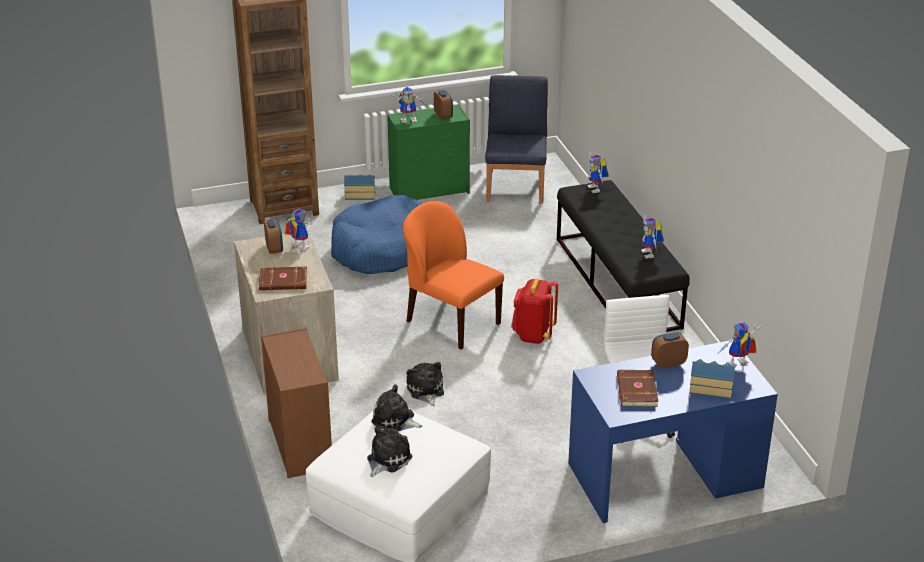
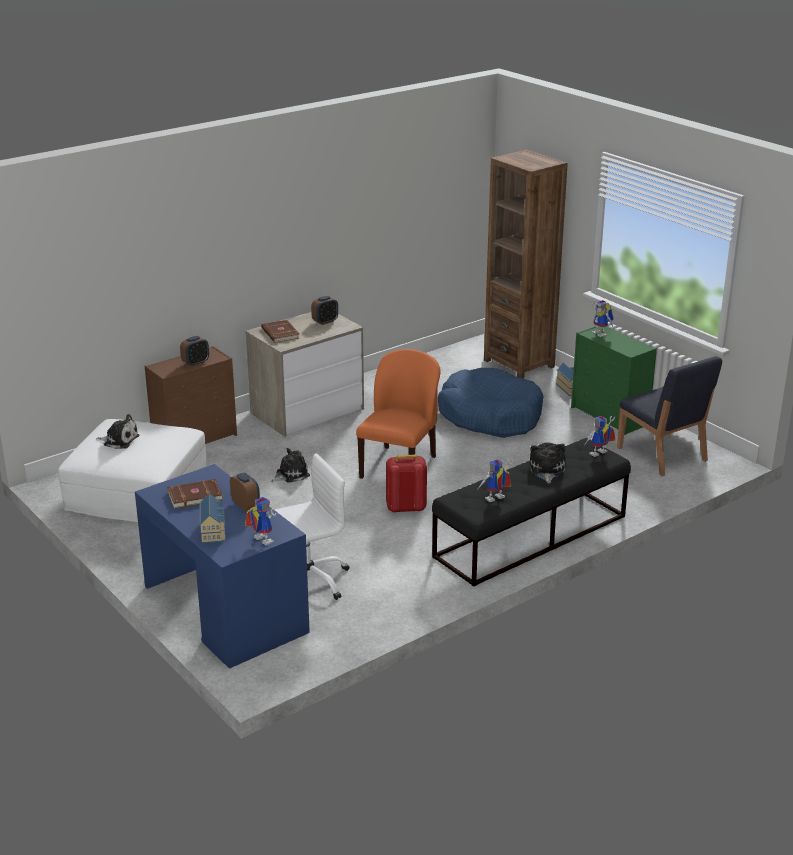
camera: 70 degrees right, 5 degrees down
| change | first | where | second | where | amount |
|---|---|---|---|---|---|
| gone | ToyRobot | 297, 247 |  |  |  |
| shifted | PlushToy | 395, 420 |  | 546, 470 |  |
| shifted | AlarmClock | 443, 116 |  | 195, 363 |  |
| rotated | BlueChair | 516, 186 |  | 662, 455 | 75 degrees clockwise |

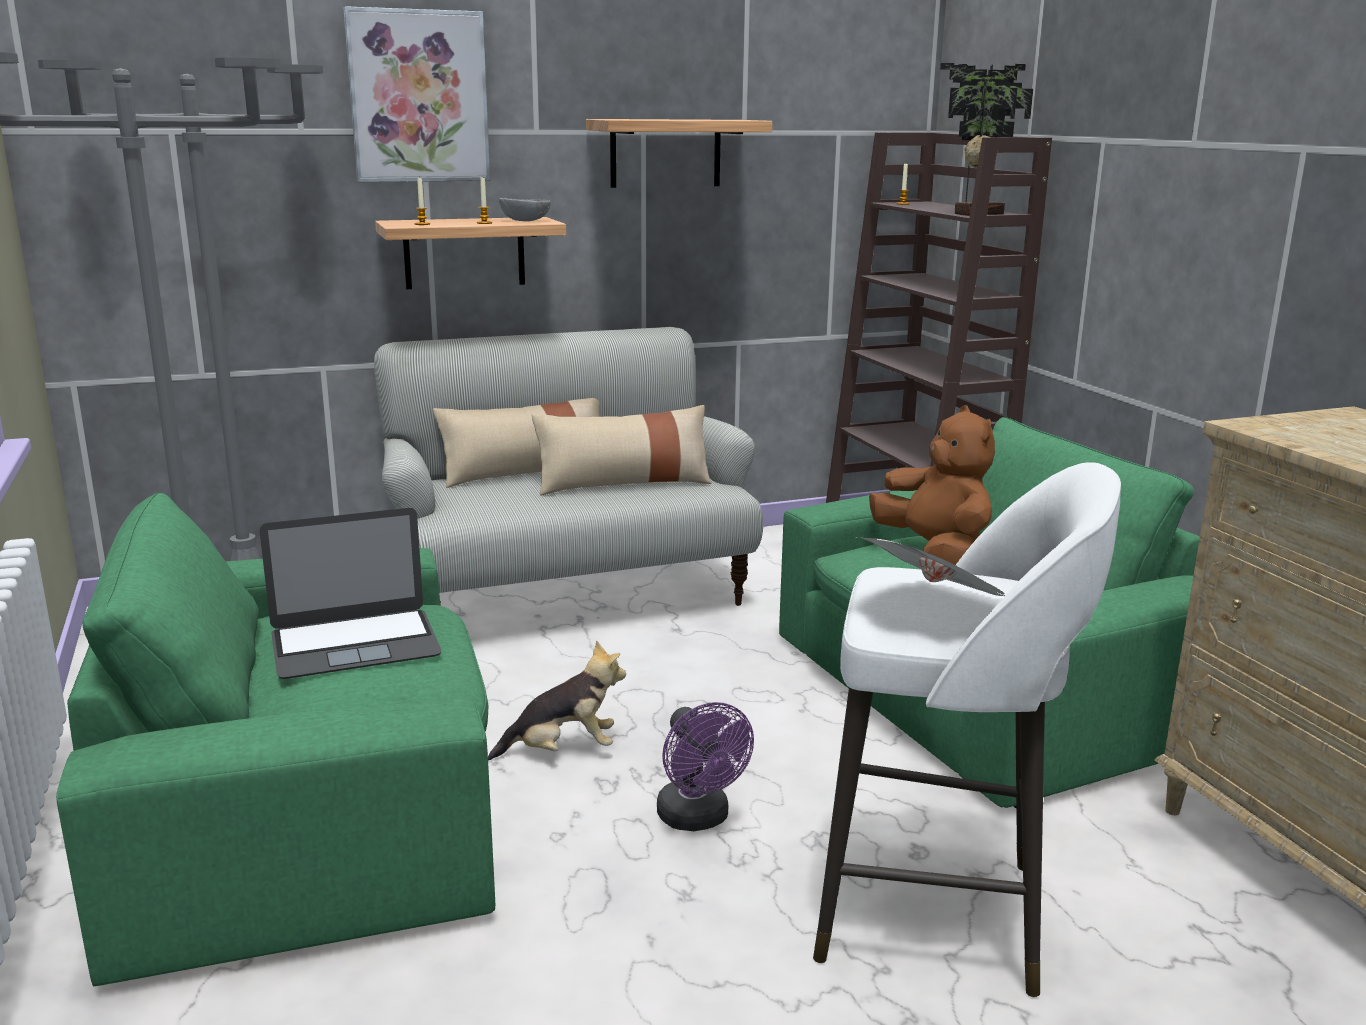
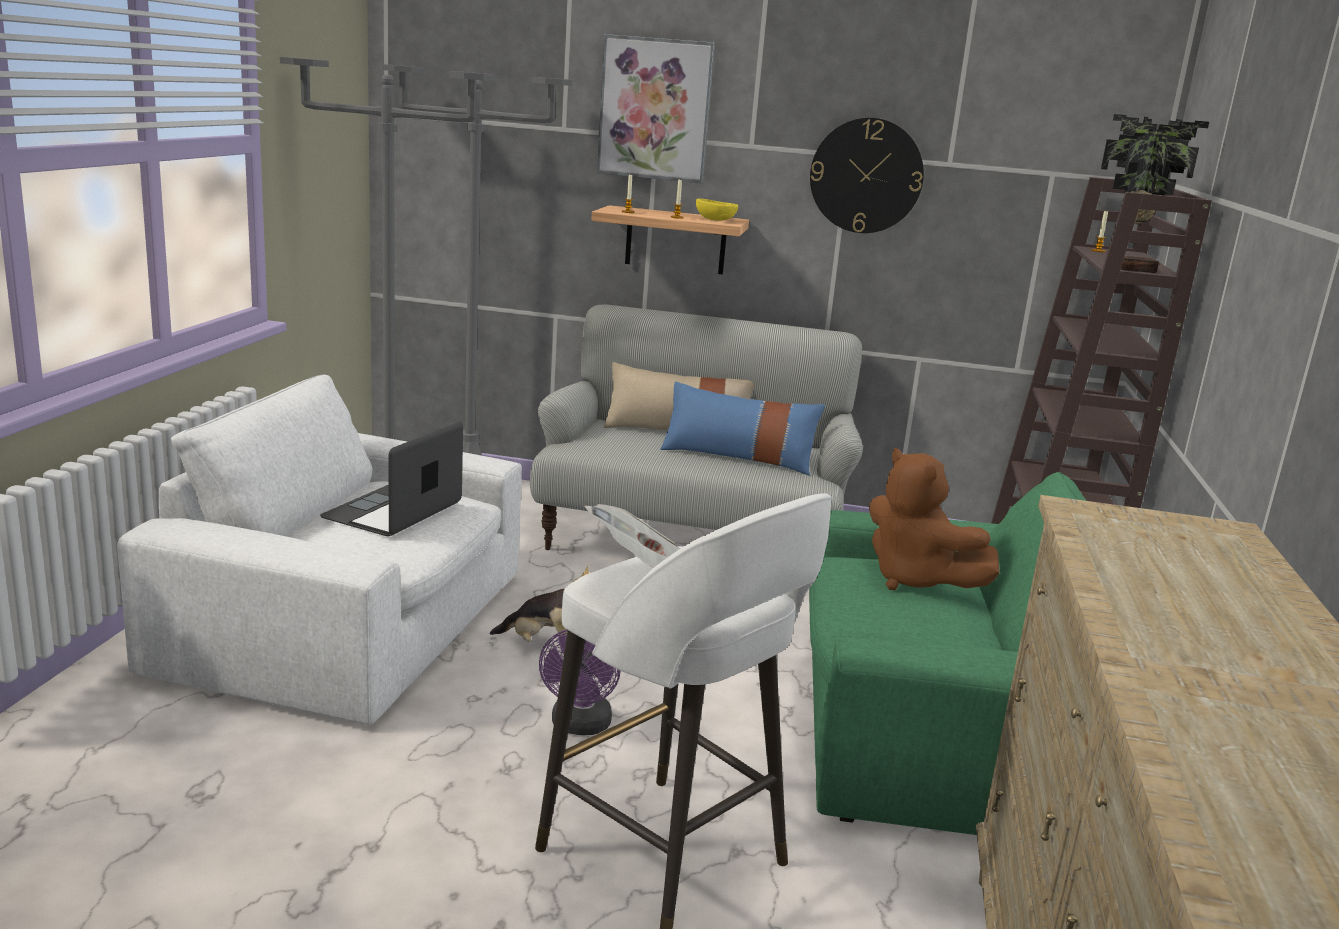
camera: 30 degrees right, 0 degrees up
| change | first | where | second | where | amount |
|---|---|---|---|---|---|
| swapped | Shelf | 665, 153 | WallClock | 866, 176 |  |
| repainted | GreenArmchair | 309, 808 | WhiteArmchair | 351, 623 |  |
| repainted | GreyBowl | 525, 221 | YellowBowl | 715, 220 |  |
| repainted | BeigePillow | 623, 483 | BluePillow | 738, 457 |  |
| rotated | Laptop | 355, 643 |  | 393, 511 | 105 degrees clockwise |
| rotated | BrownPlushToy | 934, 554 |  | 916, 580 | 135 degrees clockwise |

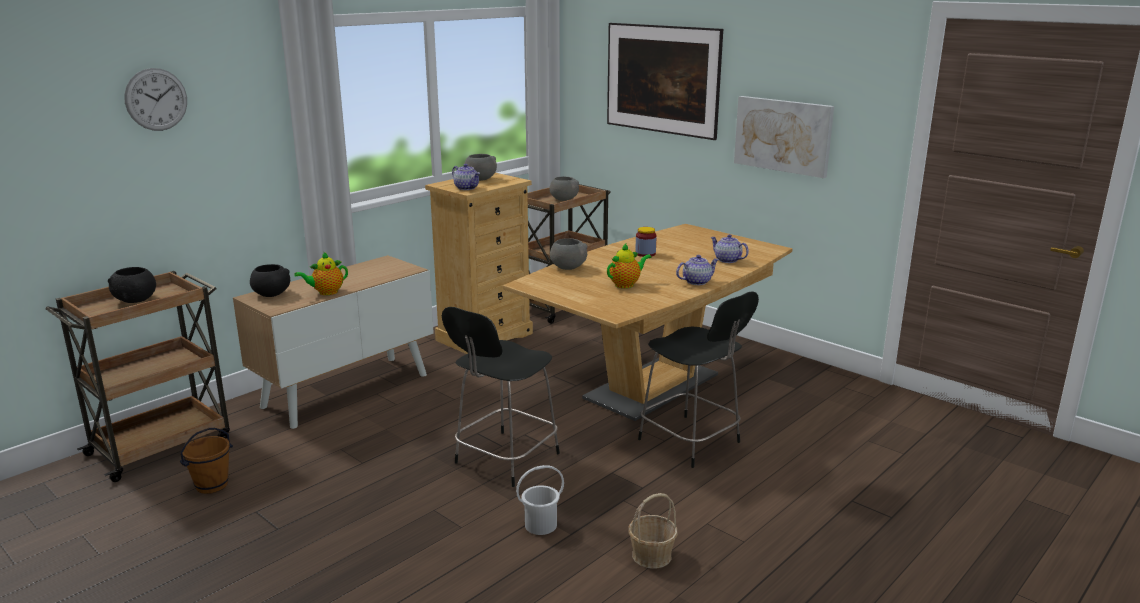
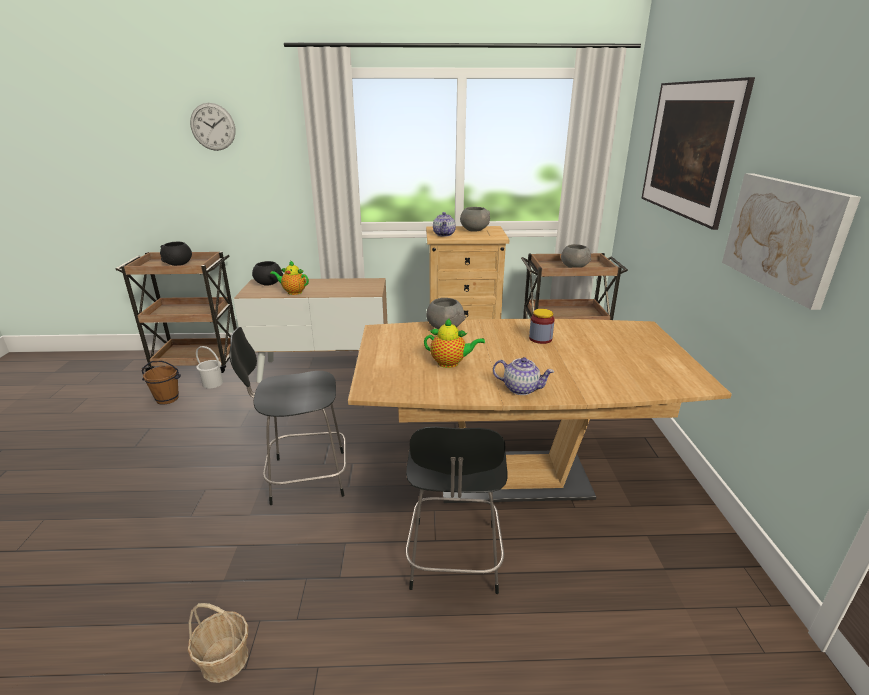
camera: 45 degrees right, 5 degrees up
| change | first | where | second | where | amount |
|---|---|---|---|---|---|
| gone | Teapot | 727, 260 |  |  |  |
| shifted | WhiteBucket | 540, 525 |  | 213, 383 |  |

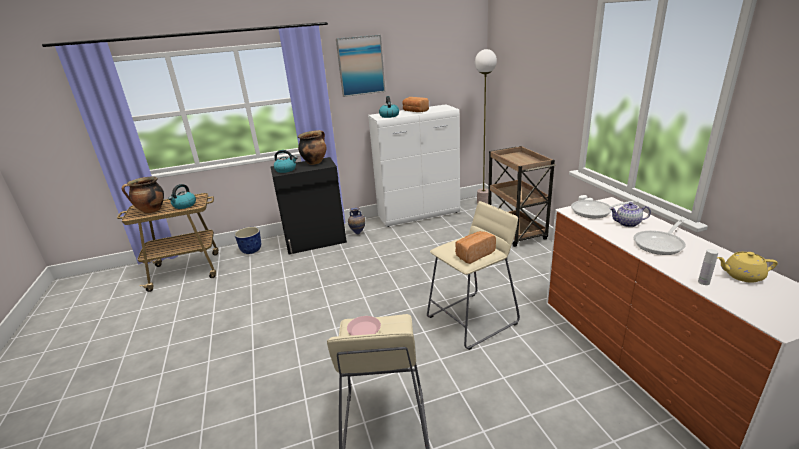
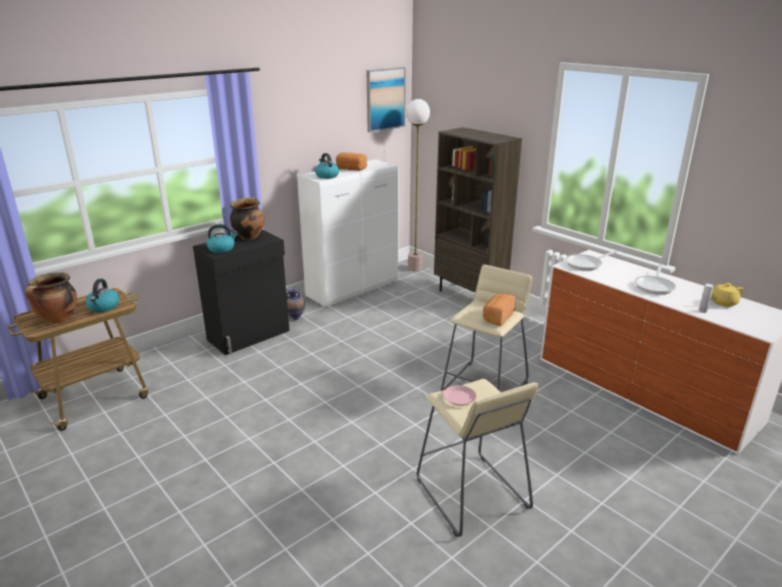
camera: 25 degrees left, 0 degrees up
| change | first | where | second | where | amount |
|---|---|---|---|---|---|
| gone | Planter | 252, 250 |  |  |  |
| gone | Teapot | 627, 224 |  |  |  |
| shifted | Picture | 361, 66 |  | 385, 99 |  |
| swapped | BrownCart | 516, 232 | BrownBookcase | 470, 296 |  |

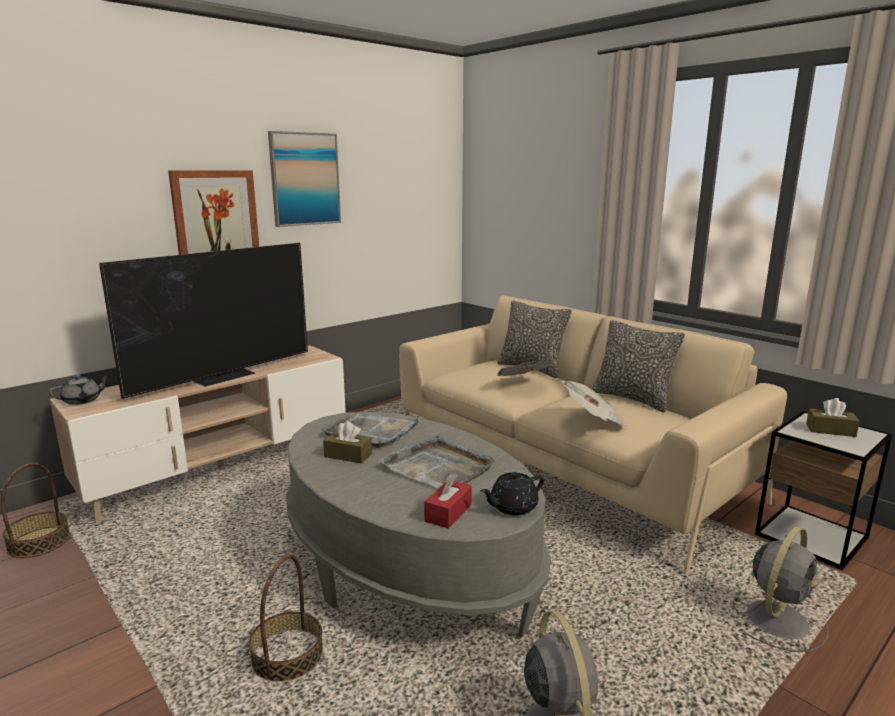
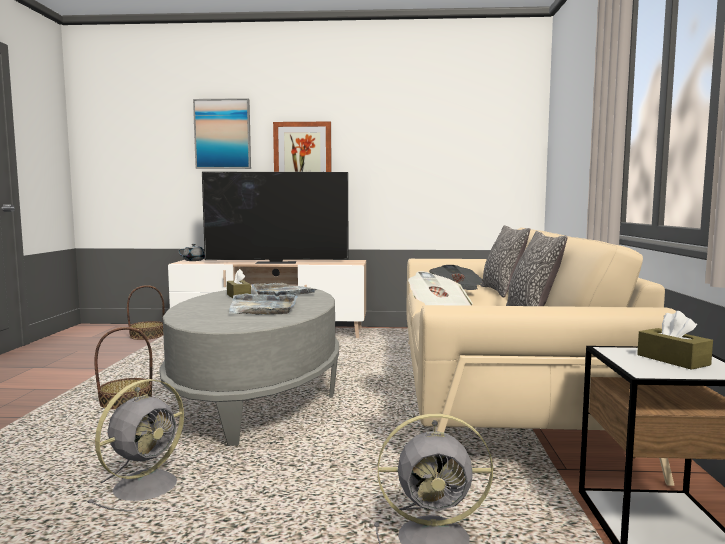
camera: 45 degrees right, 10 degrees down
| change | first | where | second | where | amount |
|---|---|---|---|---|---|
| gone | RedTissueBox | 448, 513 |  |  |  |
| gone | BlackTeapot | 512, 507 |  |  |  |
| shifted | Picture | 305, 179 |  | 223, 134 |  |

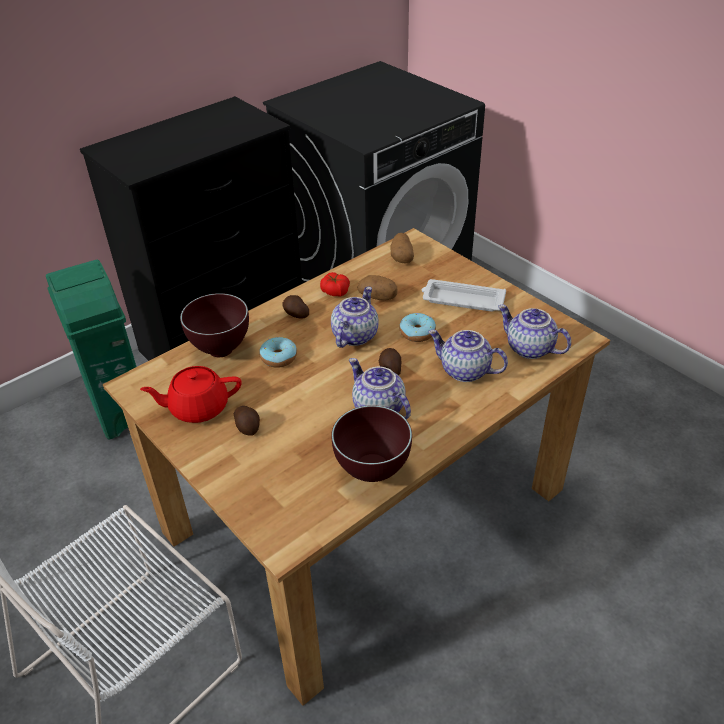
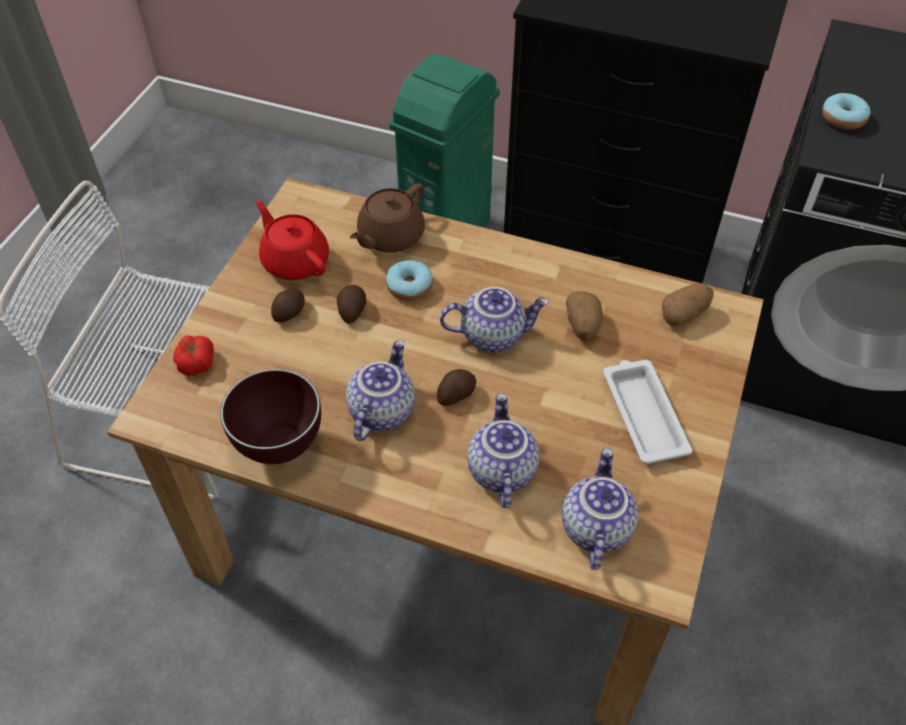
camera: 60 degrees right, 10 degrees up
| change | first | where | second | where | amount |
|---|---|---|---|---|---|
| shifted | Potato | 295, 314 |  | 351, 310 |  |
| shifted | Tomato | 335, 291 |  | 196, 362 |  |
| shifted | Donut | 417, 333 |  | 843, 119 |  |
| swapped | BrownBowl | 222, 351 | BrownTeapot | 390, 237 |  |

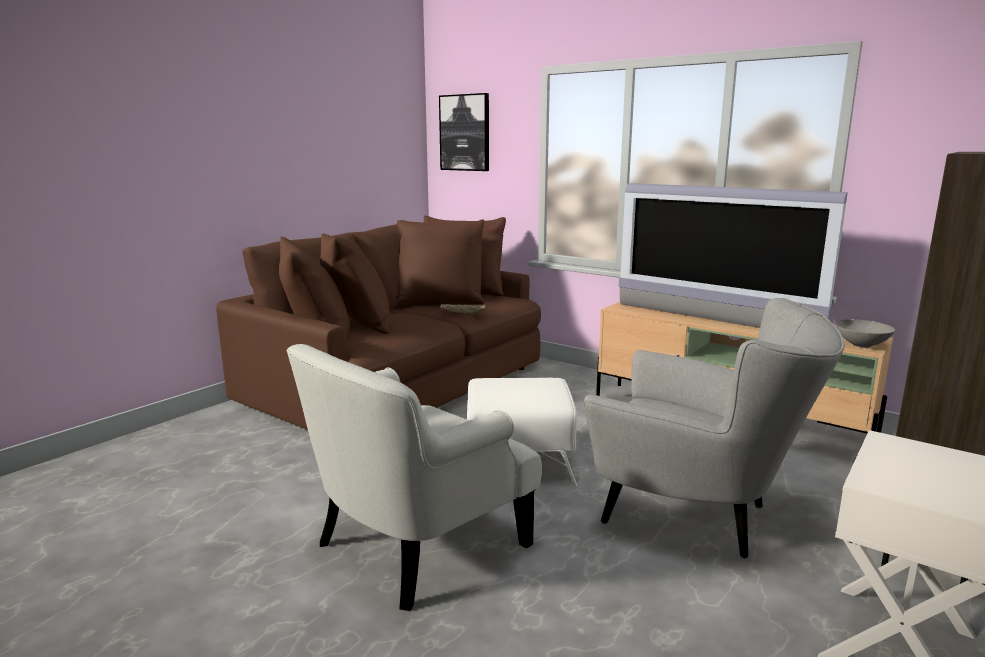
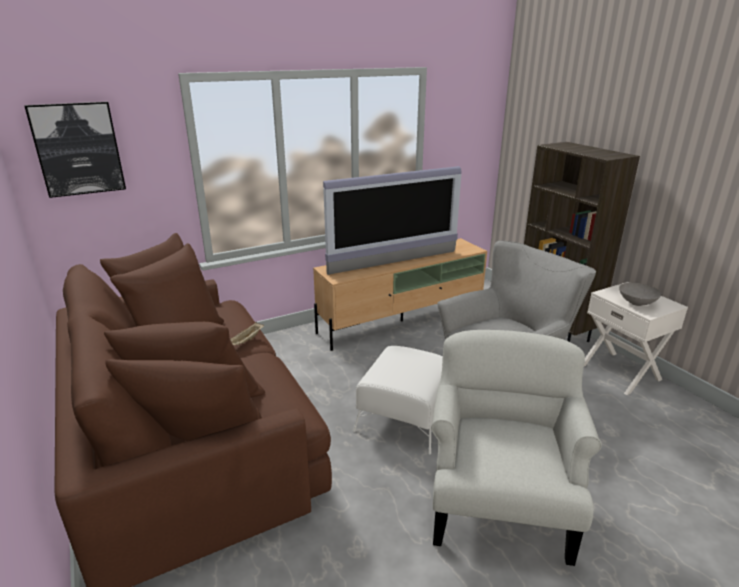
camera: 65 degrees left, 10 degrees up
| change | first | where | second | where | amount |
|---|---|---|---|---|---|
| shifted | GreyBowl | 861, 345 |  | 637, 303 |  |
| rotated | WhiteArmchair | 416, 544 |  | 498, 501 | 150 degrees counterclockwise |

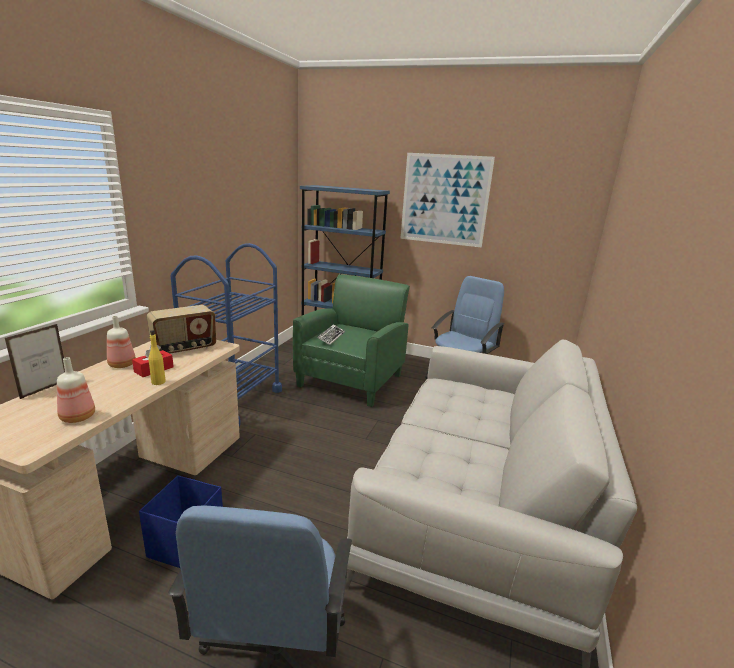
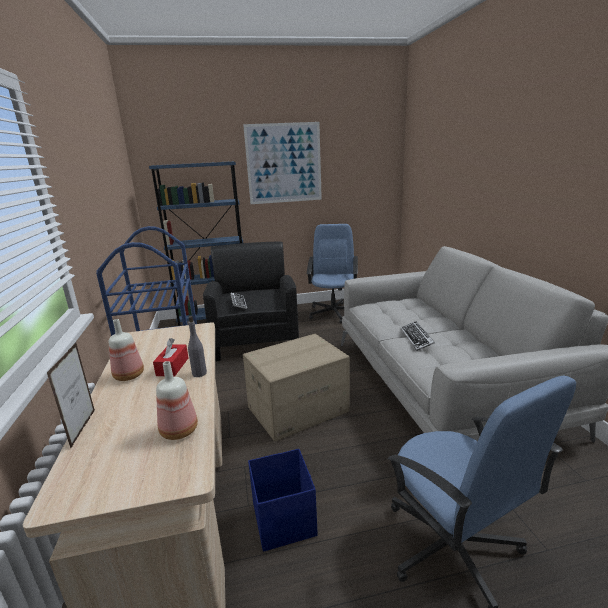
camera: 30 degrees left, 0 degrees up
| change | first | where | second | where | amount |
|---|---|---|---|---|---|
| gone | Radio | 184, 348 |  |  |  |
| new |  |  | CardboardBox | 297, 409 |  |
| new |  |  | Keyboard | 416, 338 |  |
| repainted | YellowBottle | 158, 382 | GreyBottle | 199, 373 |  |
| repainted | GreenArmchair | 351, 380 | BlackArmchair | 255, 339 |  |

